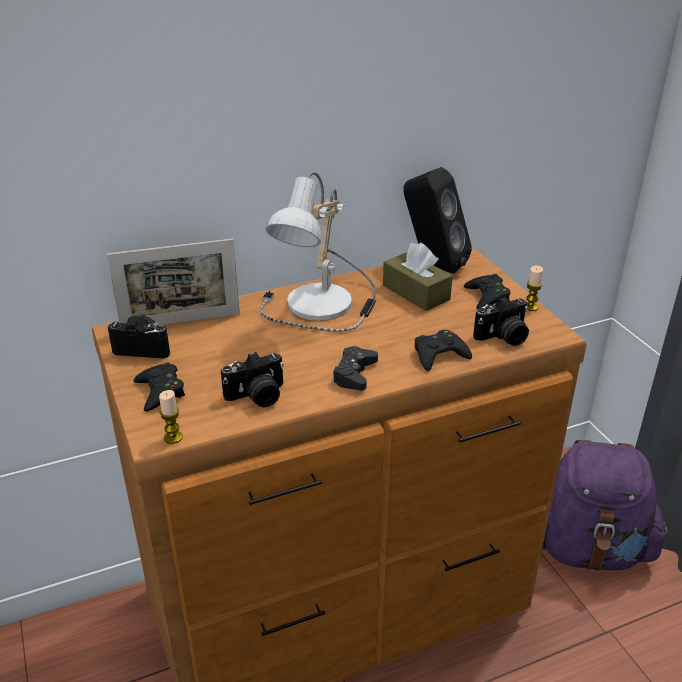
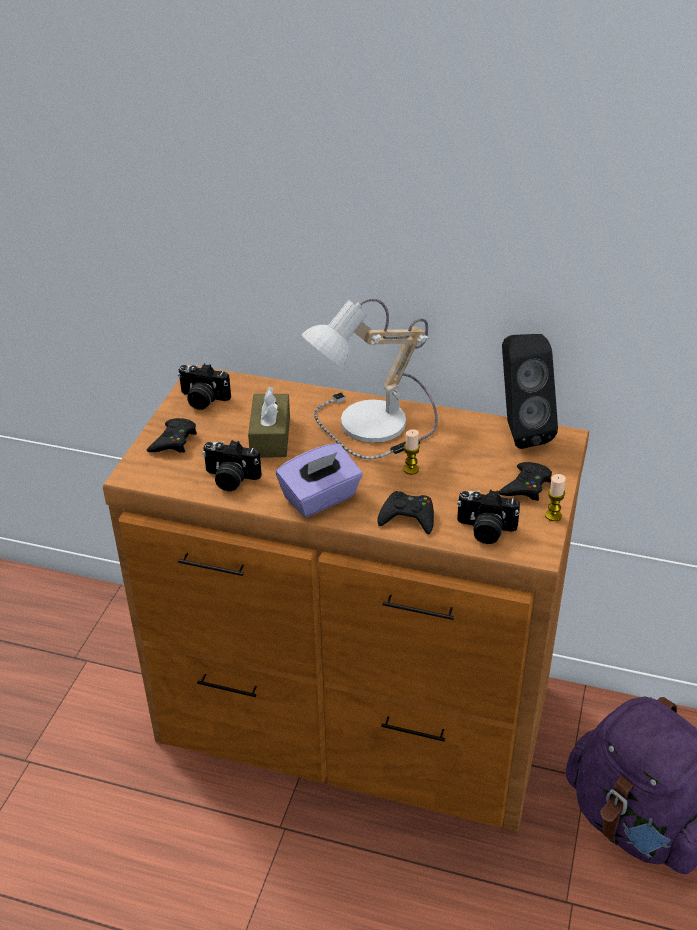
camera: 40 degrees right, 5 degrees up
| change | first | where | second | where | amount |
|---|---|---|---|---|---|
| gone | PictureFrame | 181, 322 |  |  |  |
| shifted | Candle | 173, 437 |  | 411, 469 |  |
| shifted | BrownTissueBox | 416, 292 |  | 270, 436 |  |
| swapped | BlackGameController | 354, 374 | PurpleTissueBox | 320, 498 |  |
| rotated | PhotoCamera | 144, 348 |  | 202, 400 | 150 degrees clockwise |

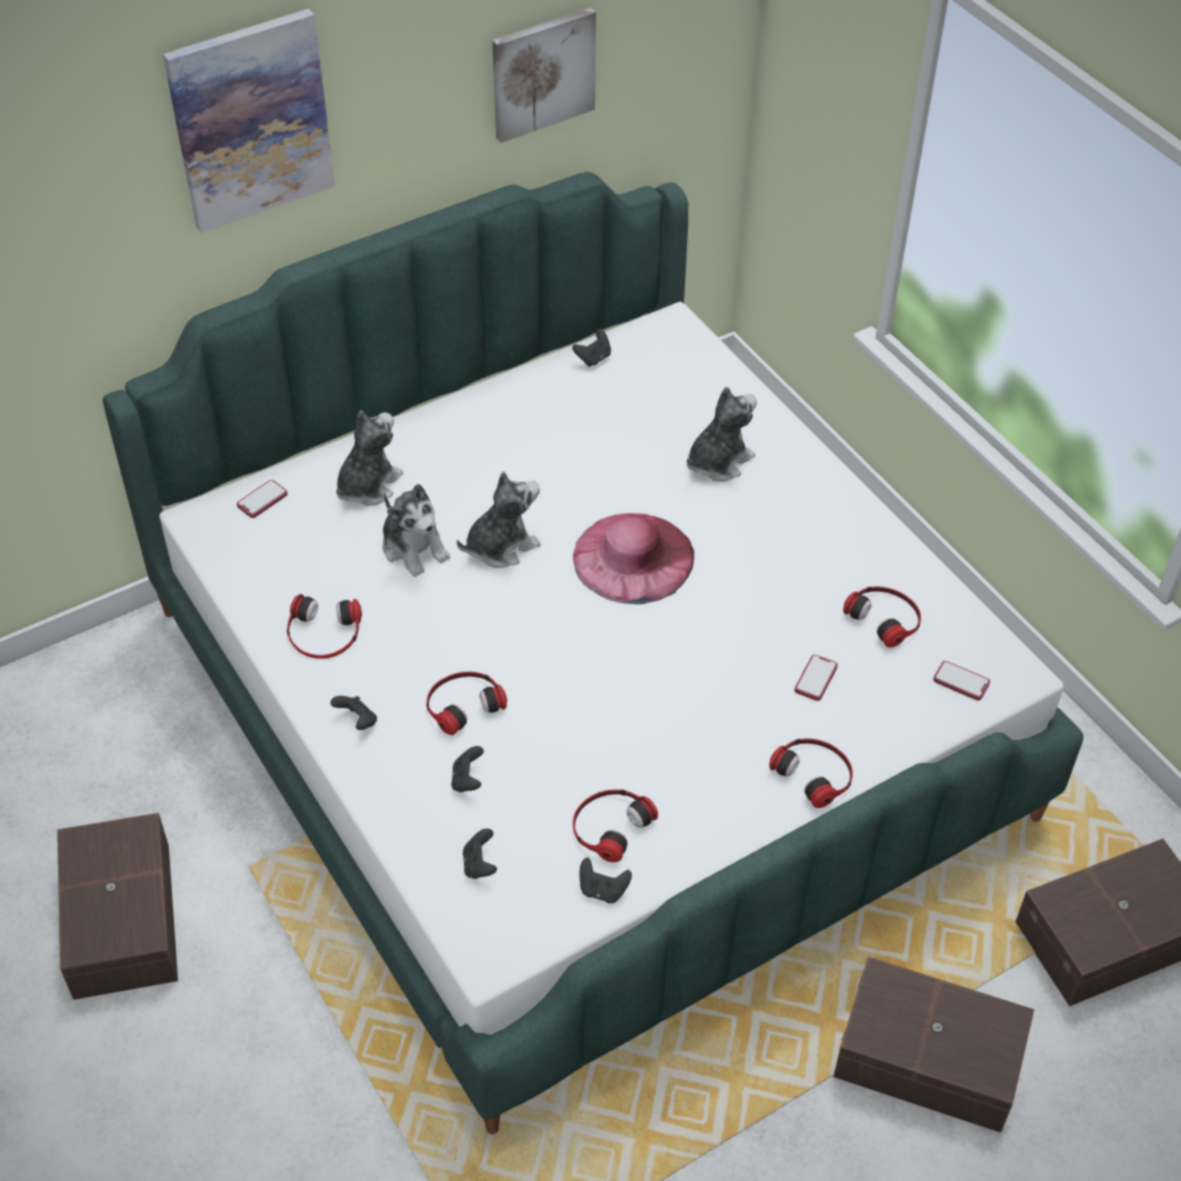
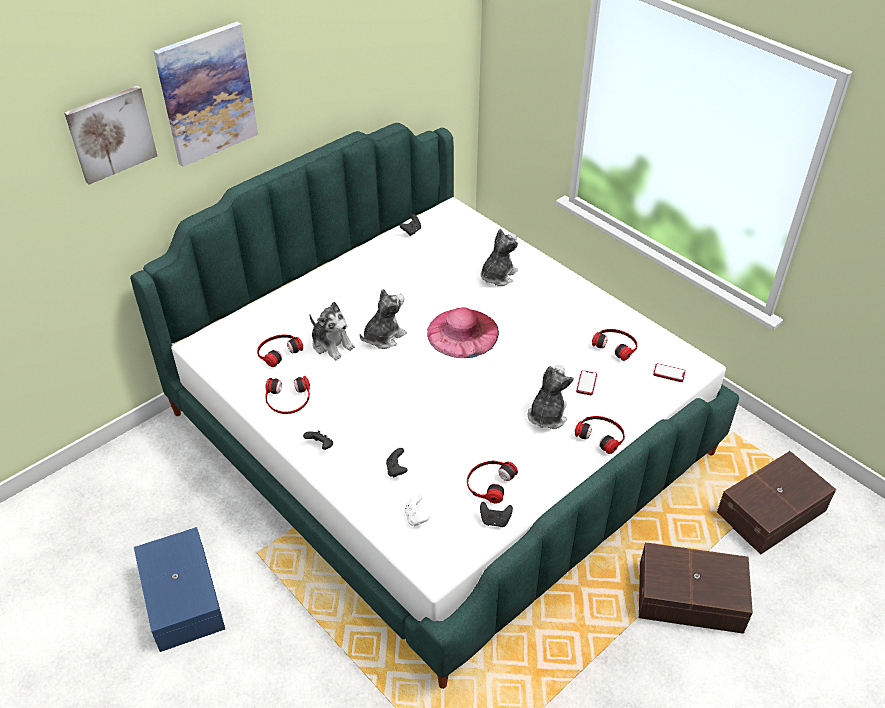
camera: 10 degrees left, 5 degrees down
| change | first | where | second | where | amount |
|---|---|---|---|---|---|
| gone | Phone | 262, 500 |  |  |  |
| shifted | PlushToy | 367, 485 |  | 547, 415 |  |
| shifted | Headphones | 463, 703 |  | 278, 351 |  |
| shifted | Picture | 542, 73 |  | 111, 133 |  |
| repainted | BrownStorageBox | 119, 922 | BlueStorageBox | 181, 599 |  |
| repainted | BlackGameController | 479, 865 | WhiteGameController | 416, 517 |  |

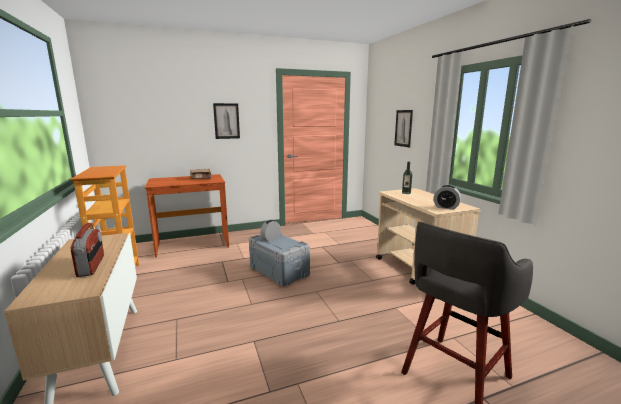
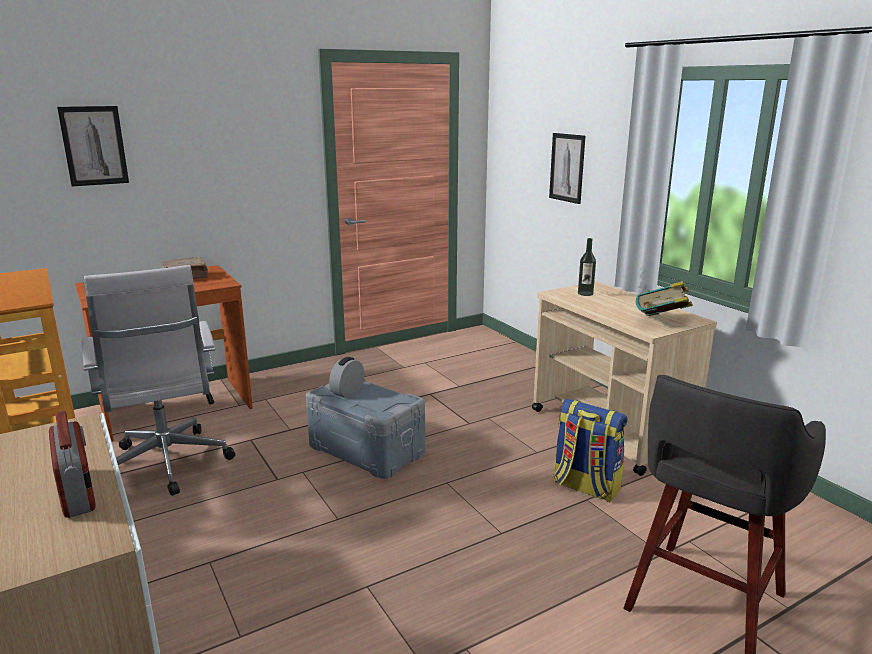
camera: 10 degrees left, 5 degrees up
| change | first | where | second | where | amount |
|---|---|---|---|---|---|
| new |  |  | WhiteOfficeChair | 167, 466 |  |
| new |  |  | Backpack | 585, 487 |  |
| shifted | Picture | 226, 121 |  | 94, 146 |  |
| swapped | AlarmClock | 446, 207 | Book | 662, 322 |  |

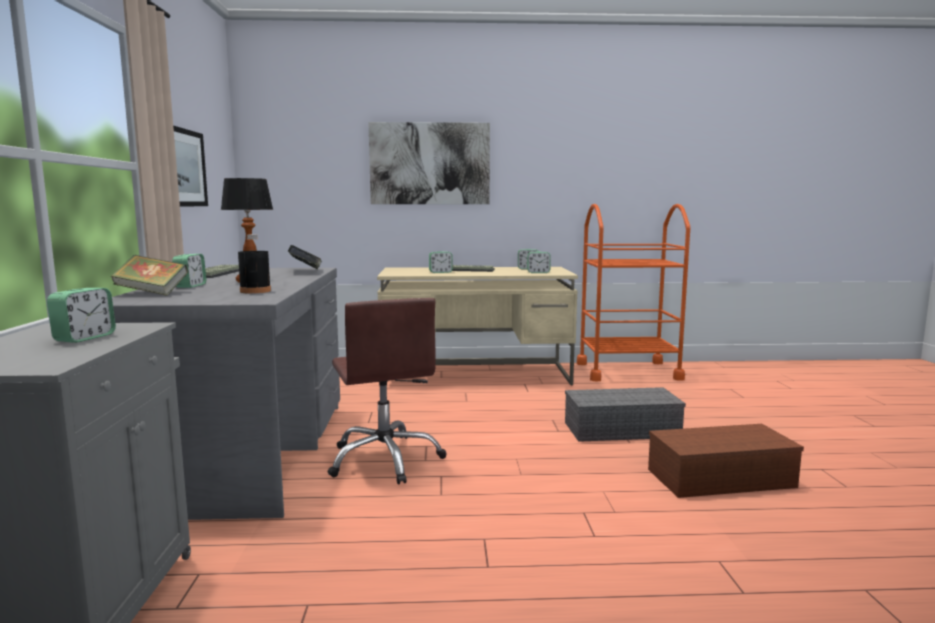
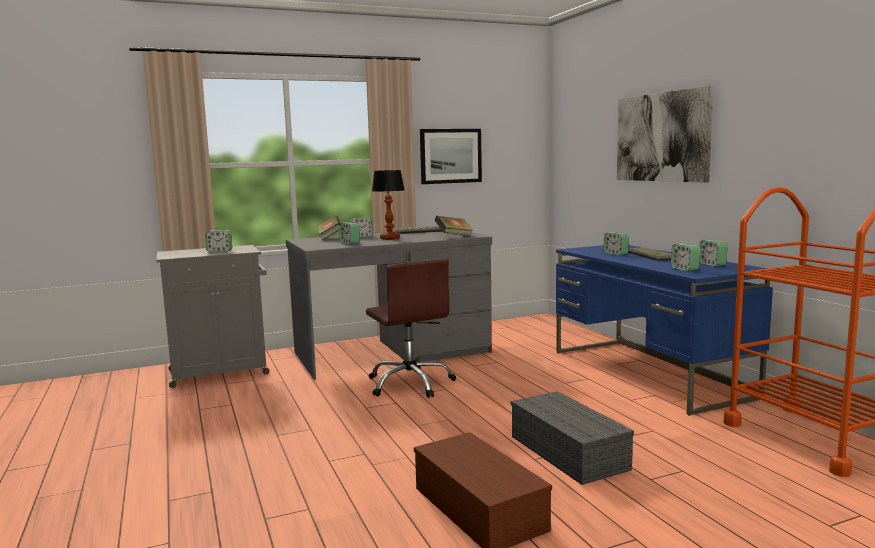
camera: 70 degrees right, 0 degrees up
| change | first | where | second | where | amount |
|---|---|---|---|---|---|
| swapped | BlackBottle | 255, 291 | AlarmClock | 350, 243 |  |
| repainted | BeigeDesk | 476, 375 | BlueDesk | 648, 373 |  |
| rotated | BrownOfficeChair | 385, 459 |  | 410, 383 | 75 degrees counterclockwise |

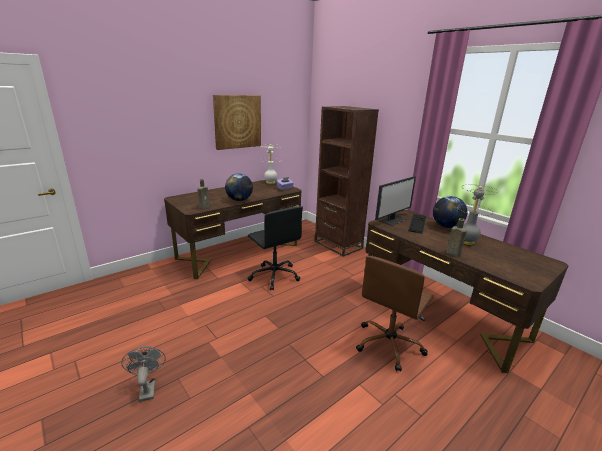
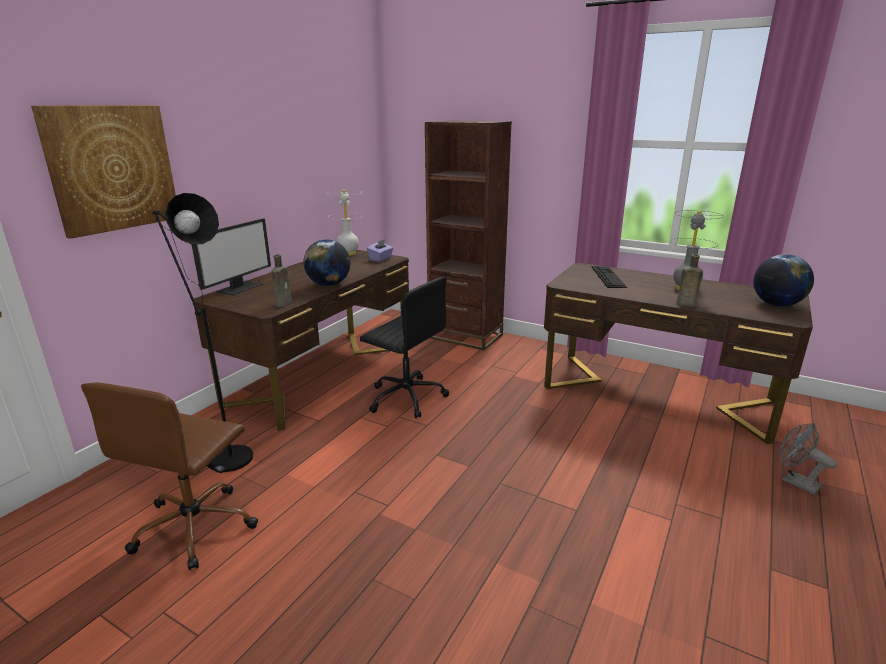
camera: 20 degrees left, 0 degrees up
| change | first | where | second | where | amount |
|---|---|---|---|---|---|
| new |  |  | BlackFloorLamp | 225, 456 |  |
| shifted | GreyFan | 147, 388 |  | 795, 481 |  |
| shifted | Picture | 237, 122 |  | 112, 168 |  |
| shifted | BrownOfficeChair | 389, 344 |  | 196, 525 |  |
| shifted | Monitor | 392, 220 |  | 239, 287 |  |
| shifted | Globe | 446, 226 |  | 776, 304 |  |

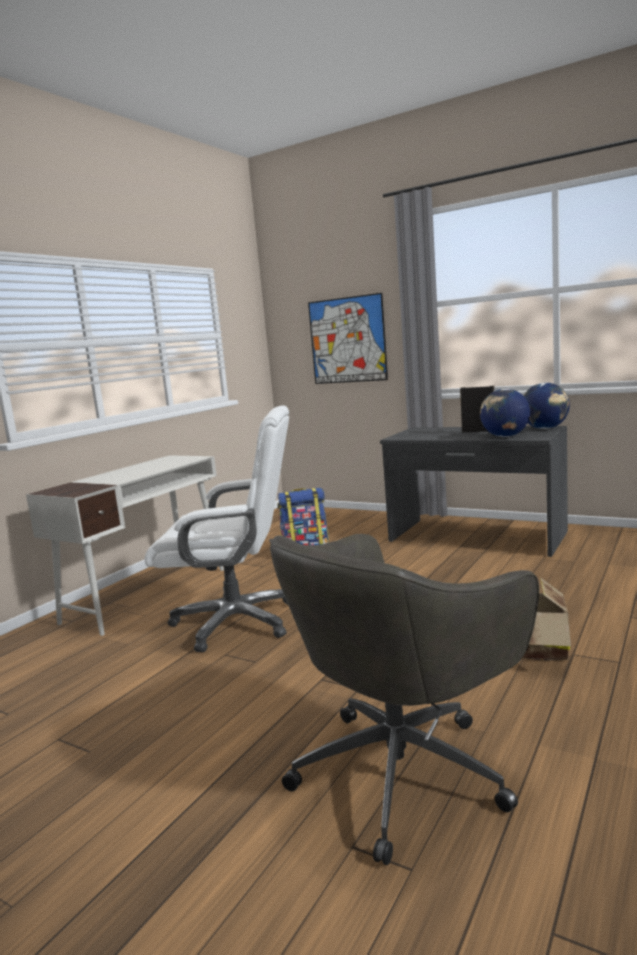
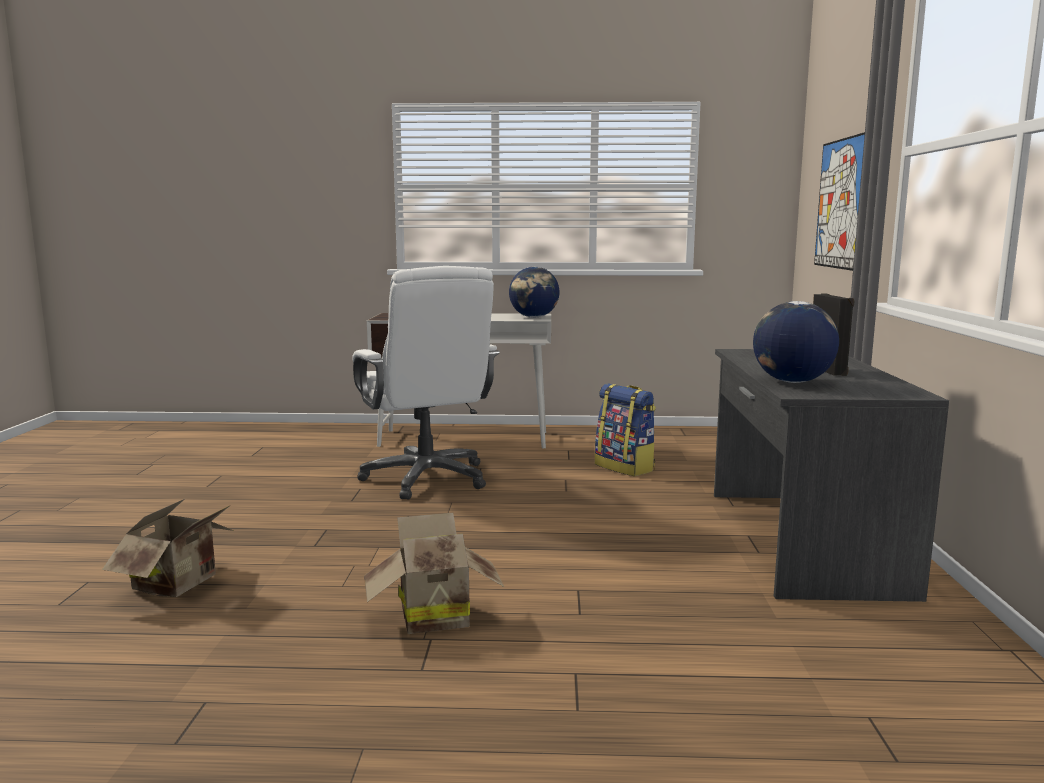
camera: 60 degrees right, 0 degrees up
| change | first | where | second | where | amount |
|---|---|---|---|---|---|
| shifted | Globe | 545, 428 |  | 534, 317 |  |
| swapped | GreyOfficeChair | 404, 770 | CardboardBox | 181, 584 |  |

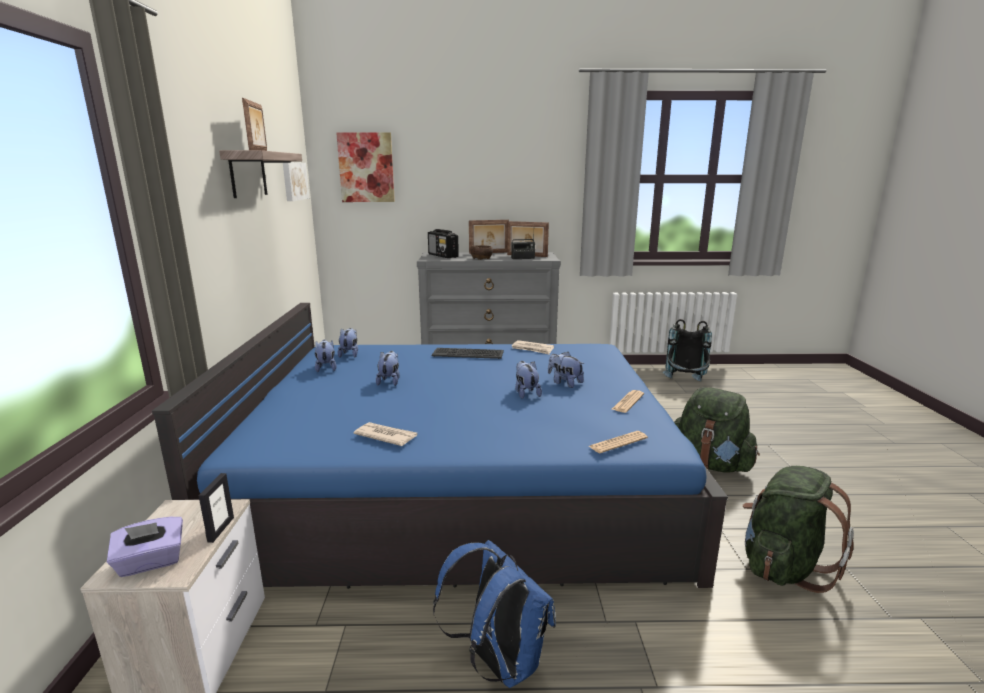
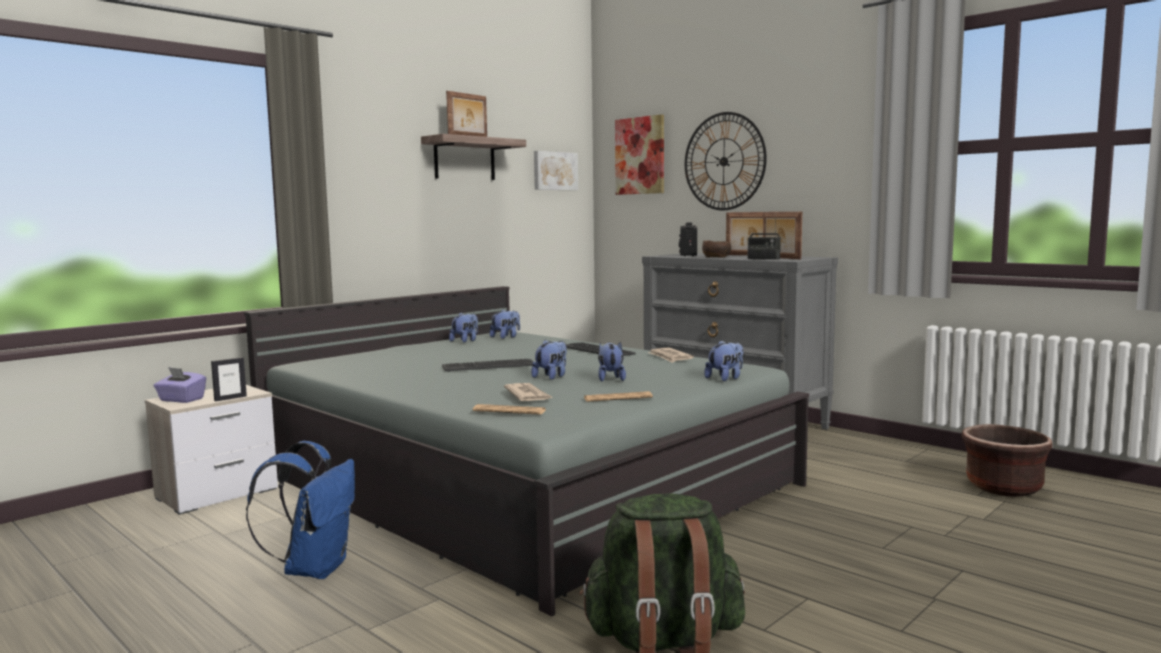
camera: 45 degrees right, 10 degrees down
| change | first | where | second | where | amount |
|---|---|---|---|---|---|
| gone | GreenBackpack | 710, 464 |  |  |  |
| new |  |  | Keyboard | 489, 366 |  |
| new |  |  | WallClock | 724, 161 |  |
| shifted | Newspaper | 386, 436 |  | 528, 395 |  |
| shifted | PlushToy | 389, 381 |  | 725, 378 |  |
| swapped | BlackBackpack | 685, 384 | BrownPlanter | 1003, 487 |  |
| repainted | BlueBed | 460, 480 | GreyBed | 520, 479 |  |

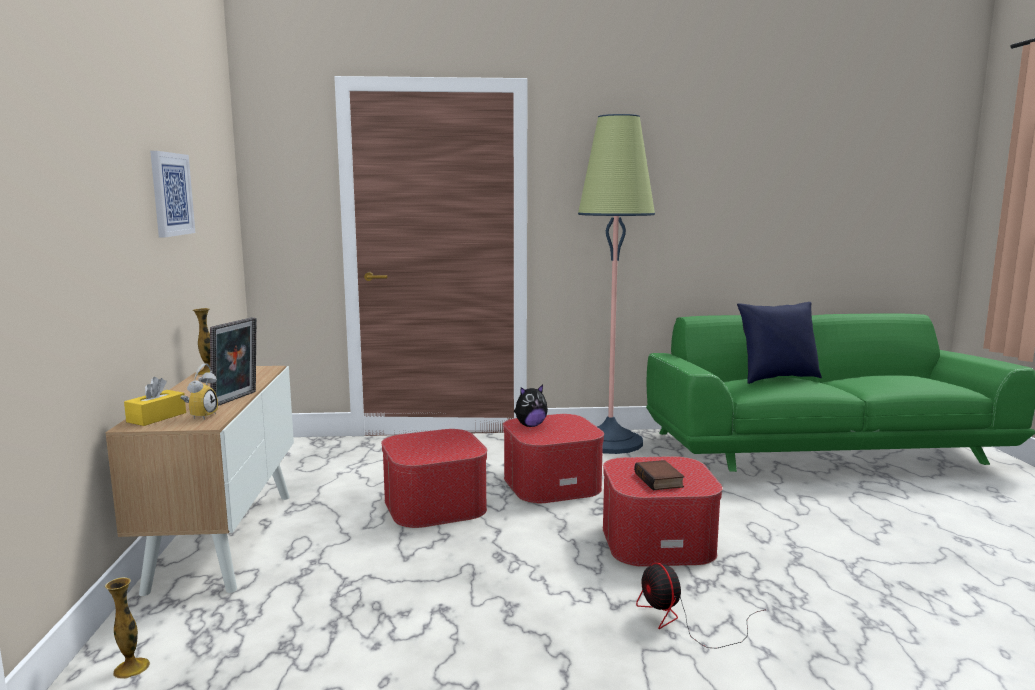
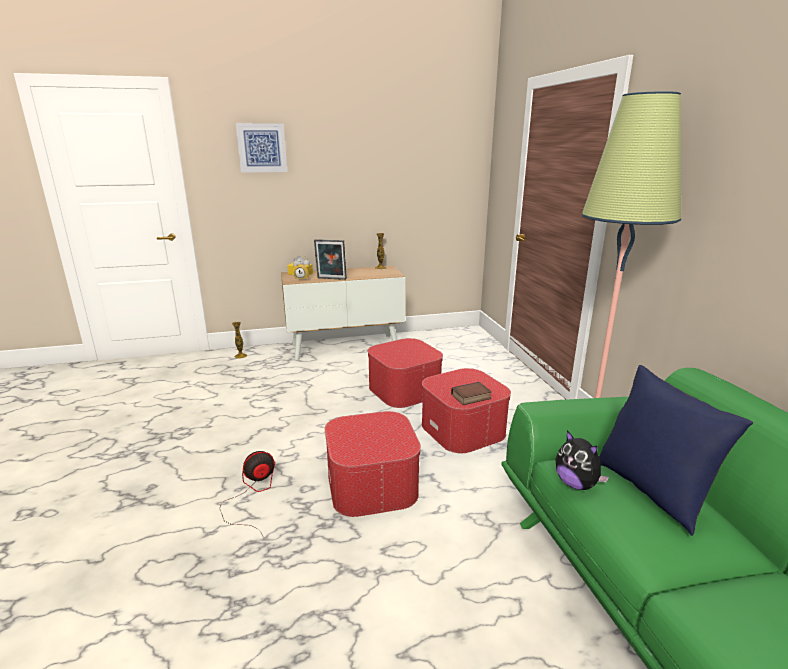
camera: 80 degrees right, 10 degrees up
| change | first | where | second | where | amount |
|---|---|---|---|---|---|
| shifted | Picture | 171, 194 |  | 262, 148 |  |
| shifted | PlushToy | 530, 425 |  | 576, 484 |  |
| shifted | Book | 660, 480 |  | 471, 397 |  |

